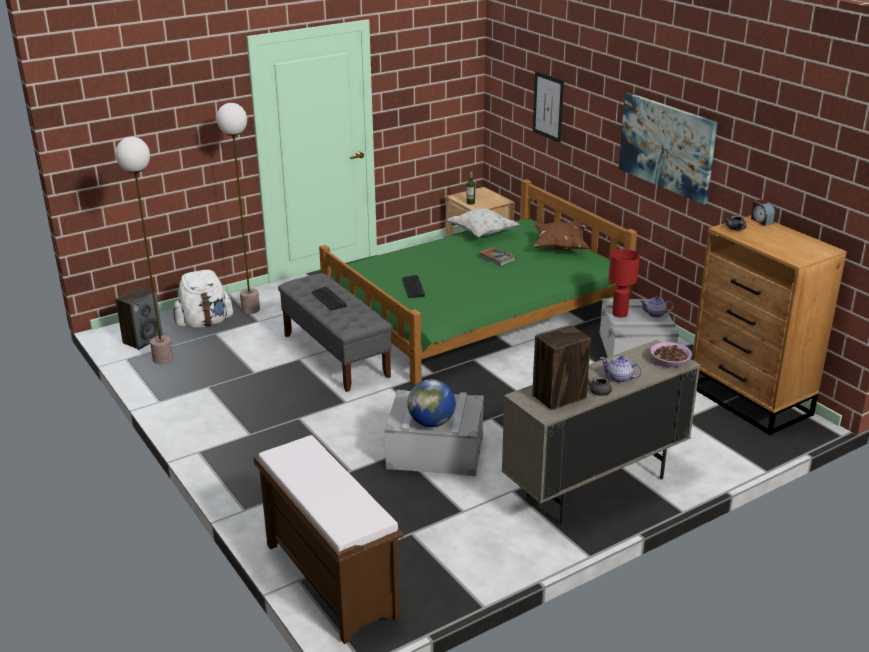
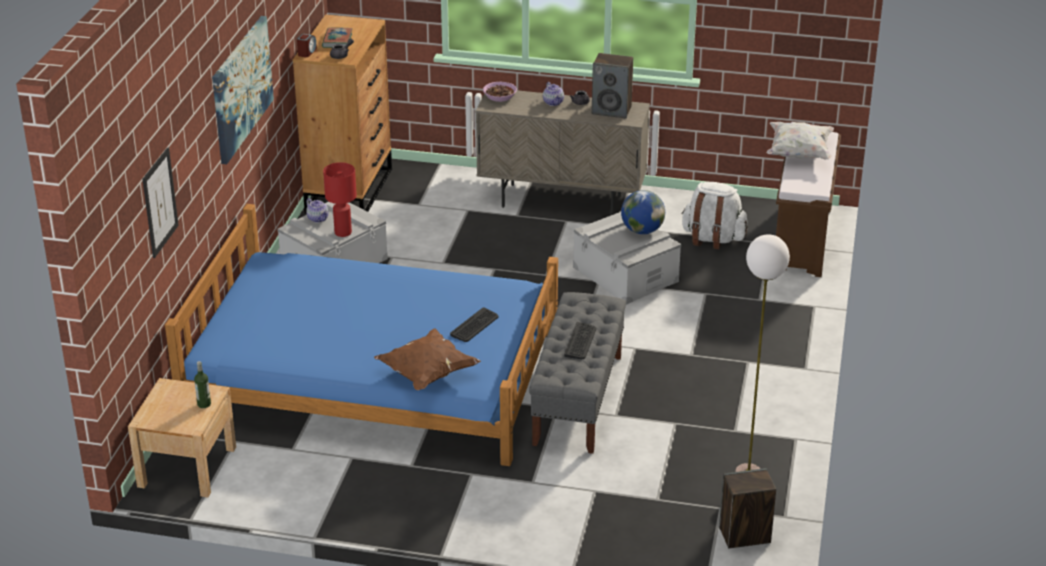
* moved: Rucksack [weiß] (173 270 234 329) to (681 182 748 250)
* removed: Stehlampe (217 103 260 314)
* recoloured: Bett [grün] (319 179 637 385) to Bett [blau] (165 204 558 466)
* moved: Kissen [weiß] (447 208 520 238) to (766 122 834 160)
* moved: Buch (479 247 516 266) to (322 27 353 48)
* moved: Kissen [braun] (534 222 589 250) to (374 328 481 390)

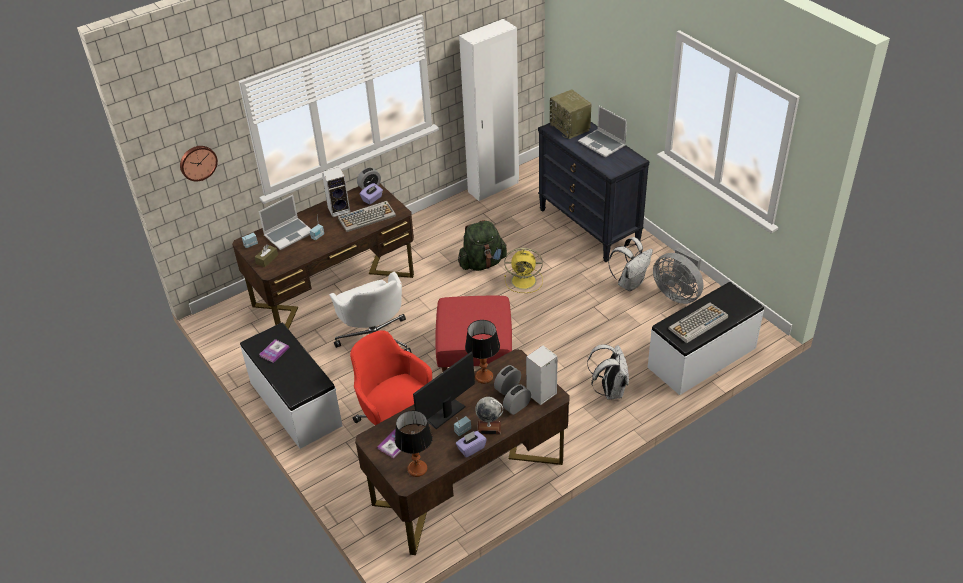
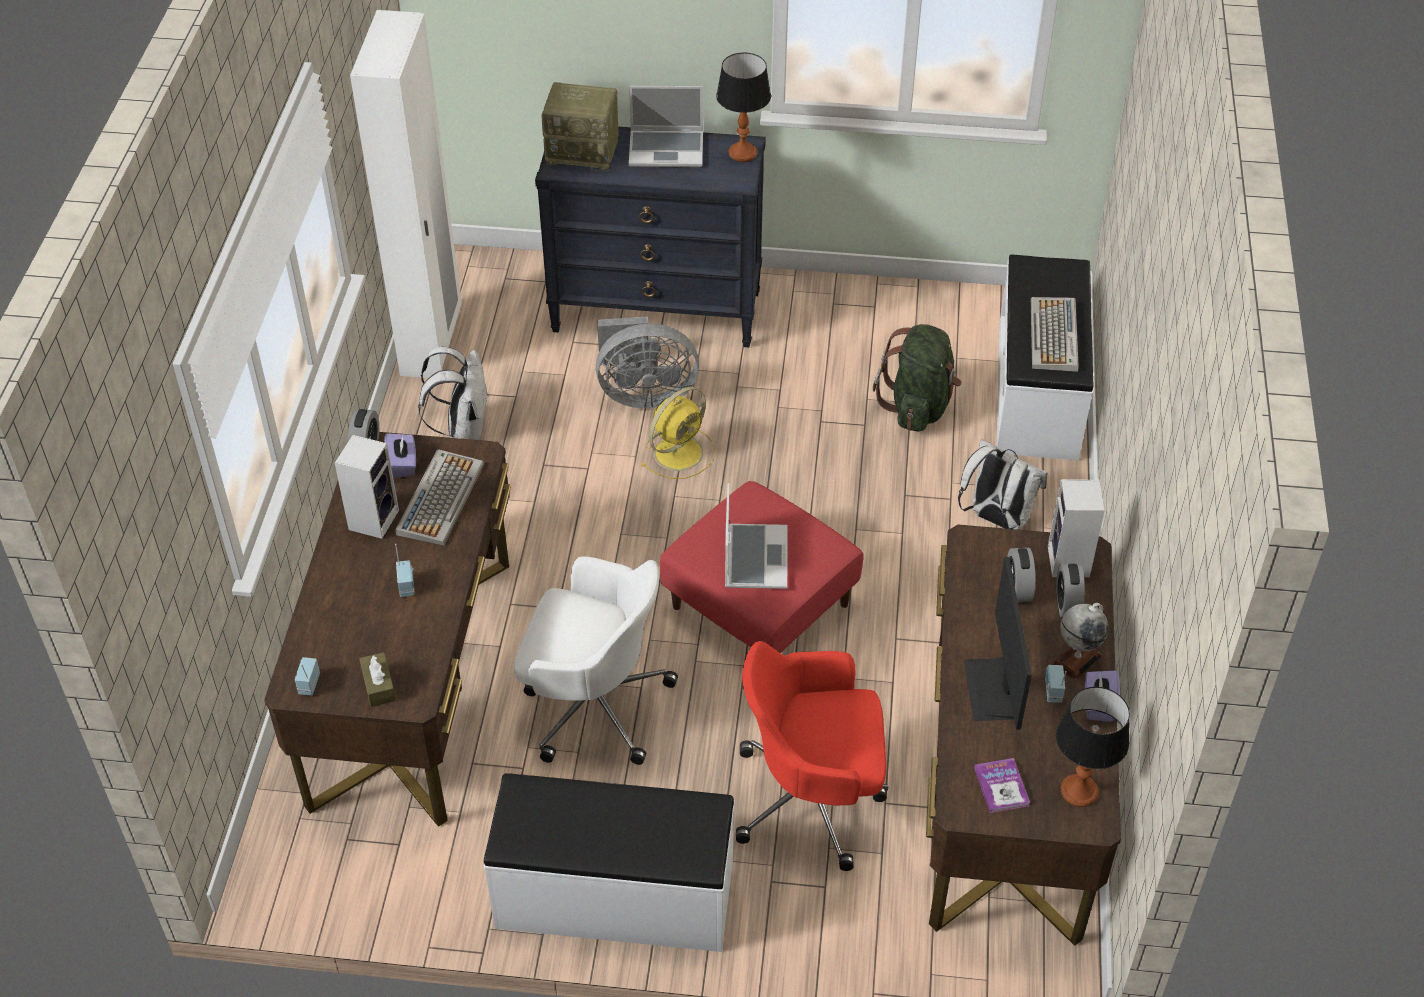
* removed: Wanduhr (180 146 218 182)
* moved: Laptop (259 195 311 250) to (725 483 787 589)
* removed: Buch (259 339 290 363)
* moved: Rucksack [grün] (458 220 507 271) to (873 324 962 431)
* moved: Tischlampe (465 320 500 384) to (716 53 771 162)
* moved: Rucksack [weiß] (608 237 653 291) to (418 346 489 440)
* moved: Ventilator [grau] (653 247 704 304) to (596 317 699 408)

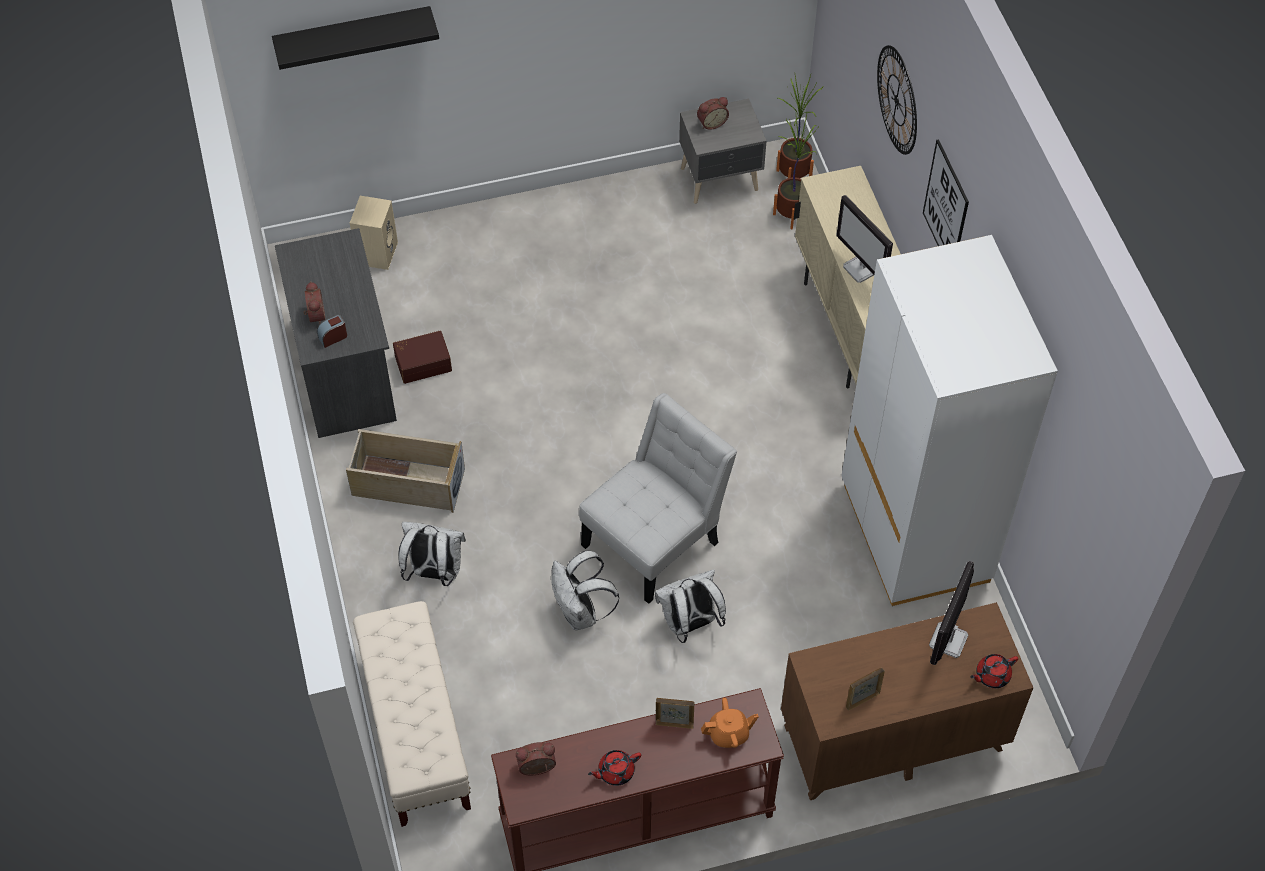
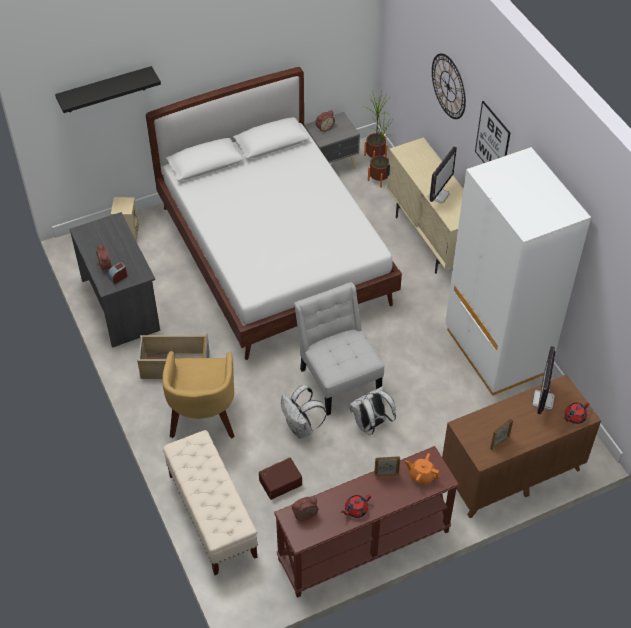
* moved: Aufbewahrungsbox [braun] (393 330 452 384) to (259 457 302 500)
* replaced: Rucksack [weiß] (398 522 466 586) to Sessel [gelb] (162 351 235 438)
* turned: Stuhl [weiß] (579 393 737 604) = (294 282 384 416) 60 degrees counterclockwise
* turned: Teekanne [orange] (701 698 759 748) = (405 453 440 485) 135 degrees counterclockwise
* turned: Monitor (836 195 893 283) = (427 146 457 203) 105 degrees counterclockwise
* added: Bett [weiß] (146 67 402 360)

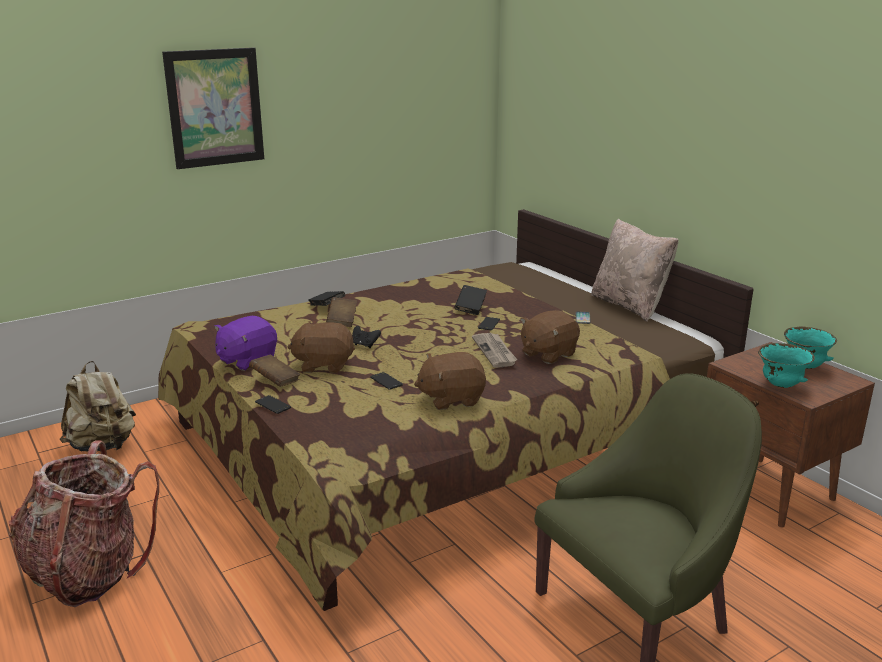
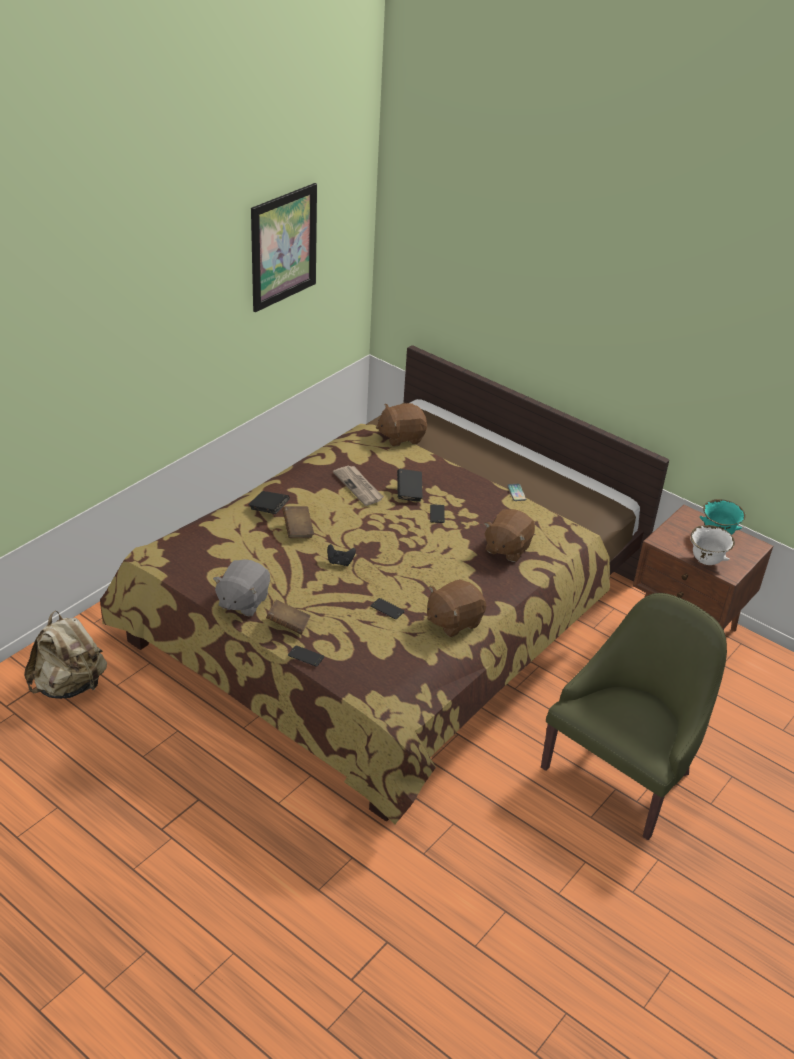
* removed: Rucksack (9 440 159 607)
* moved: Bild (162 47 264 169) to (251 183 317 312)
* recoloured: Plüschtier [lila] (214 316 277 371) to Plüschtier [grau] (213 559 270 616)
* moved: Plüschtier [braun] (288 321 355 373) to (376 403 427 447)
* moved: Zeitung (472 333 518 368) to (333 466 384 506)
* removed: Kissen [beige] (591 219 678 322)
* recoloured: Schüssel [türkis] (758 343 815 388) to Schüssel [weiß] (691 525 735 565)

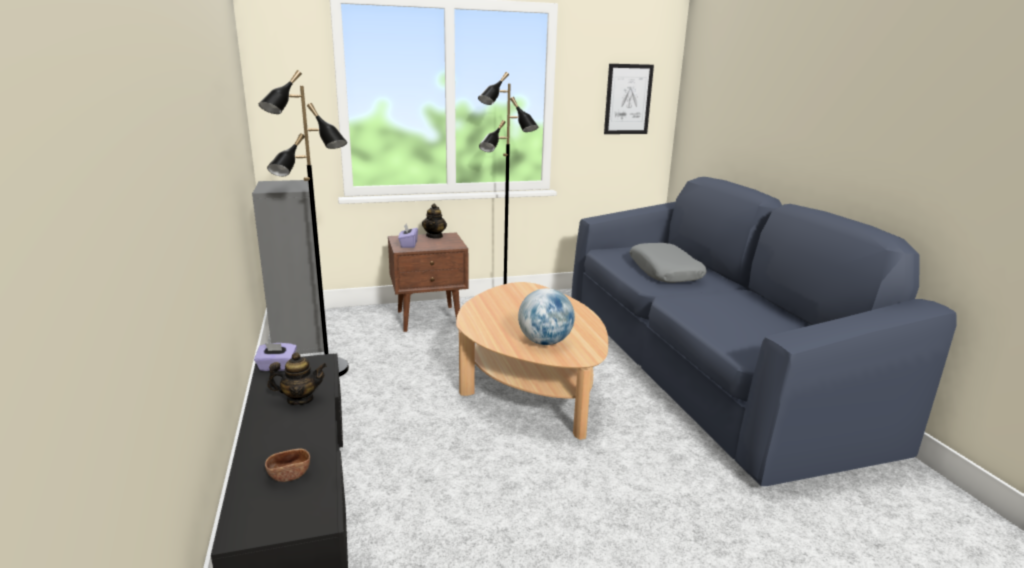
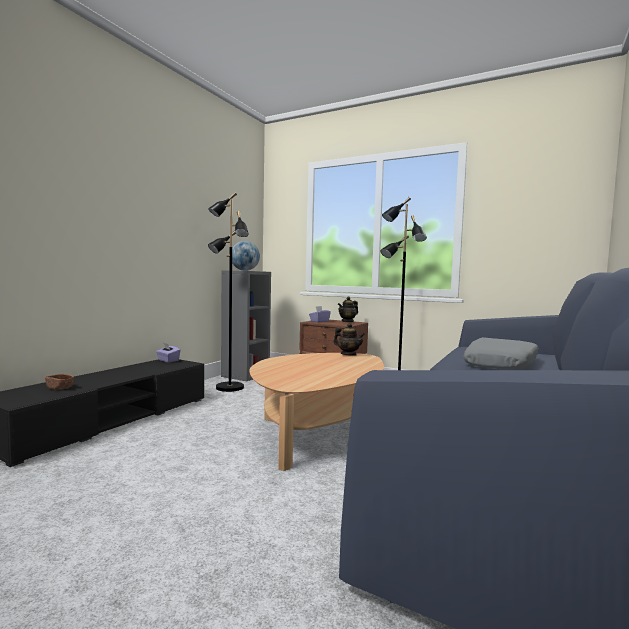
* moved: Teekanne (268 352 327 405) to (334 323 365 356)
* moved: Globus (518 288 575 345) to (232 241 260 271)
* removed: Bild (604 64 654 134)

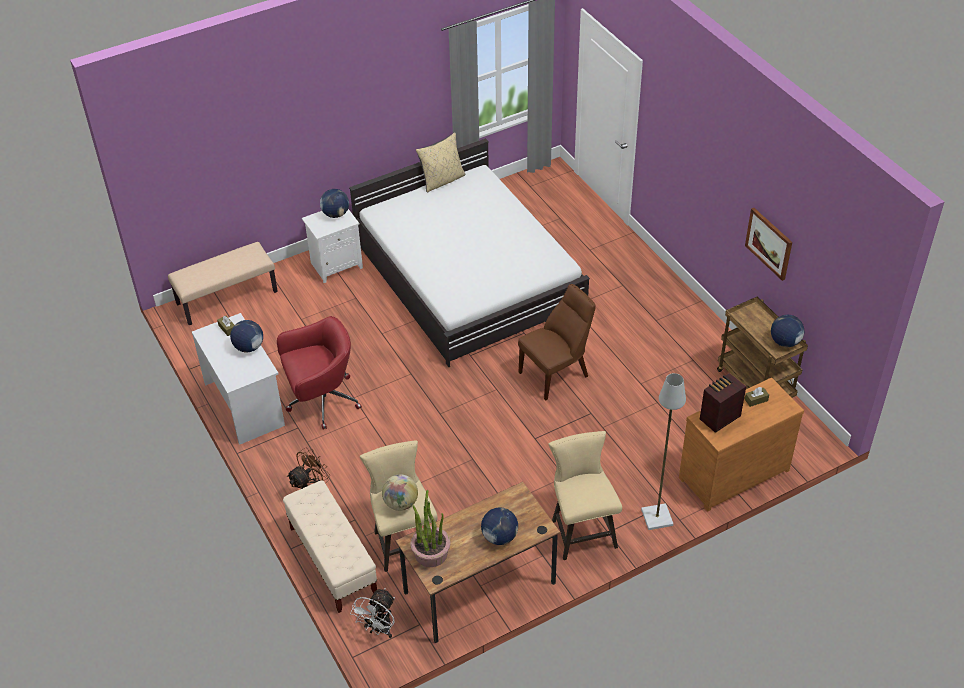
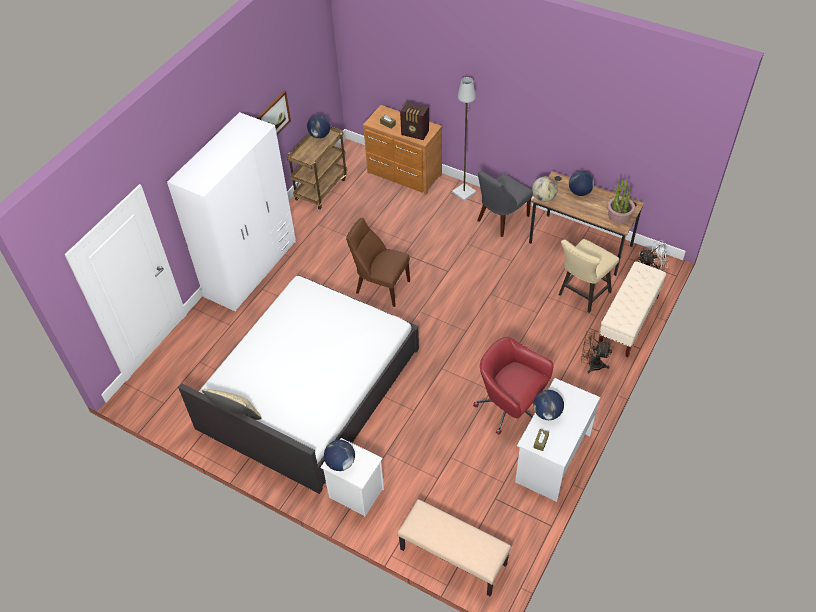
* moved: Globus (382 474 418 511) to (532 177 558 202)
* replaced: Hocker [beige] (548 431 622 560) to Stuhl [grau] (477 170 533 237)
* added: Kleiderschrank [weiß] (167 112 296 312)

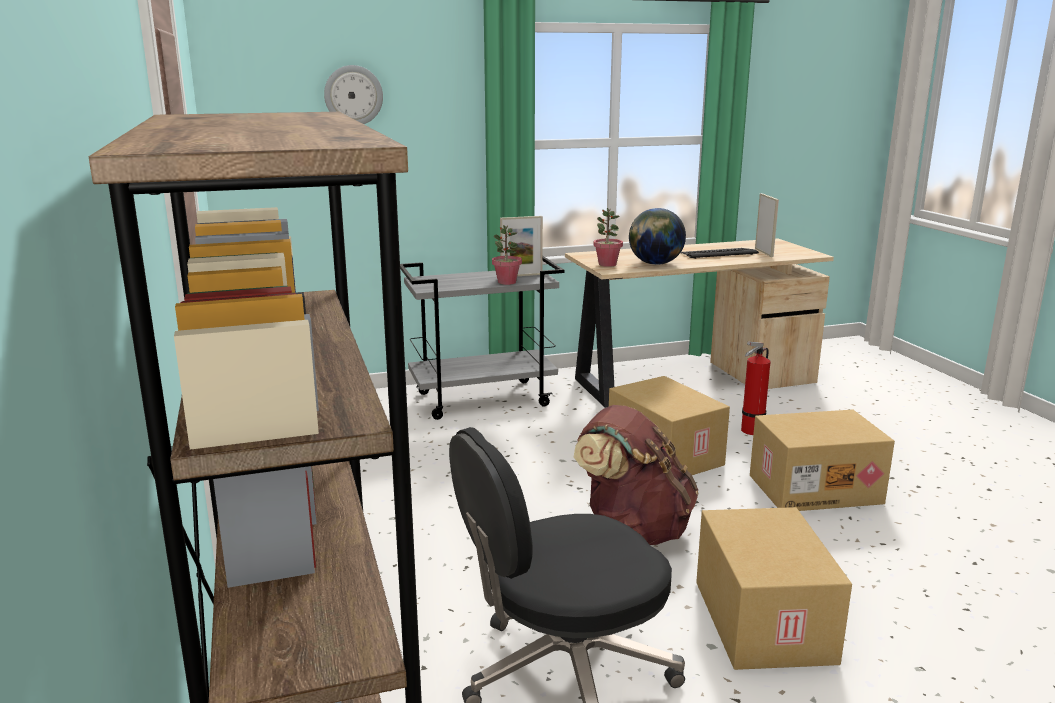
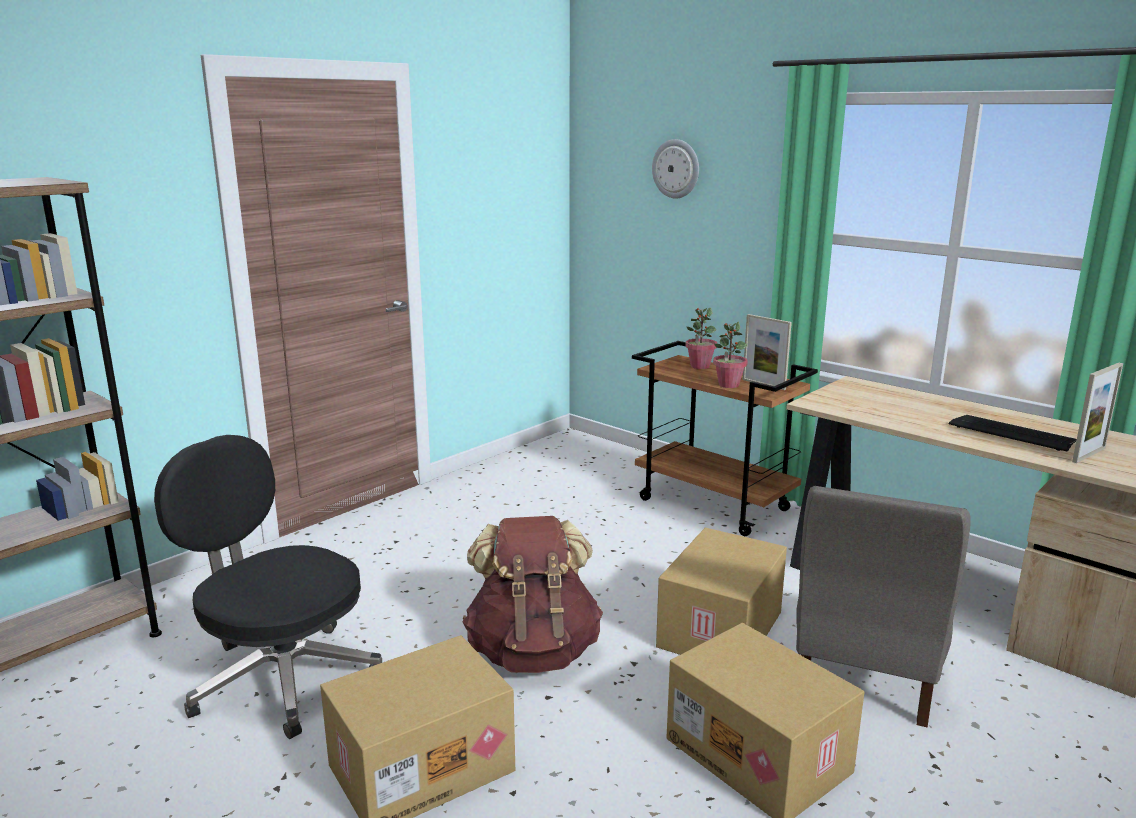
* recoloured: Rollwagen [grau] (400 256 564 420) to Rollwagen [braun] (632 341 818 536)
* moved: Topfpflanze (593 208 623 267) to (685 307 717 369)
* removed: Globus (629 208 686 265)
* replaced: Feuerlöscher (741 342 771 435) to Stuhl [grau] (796 486 971 728)

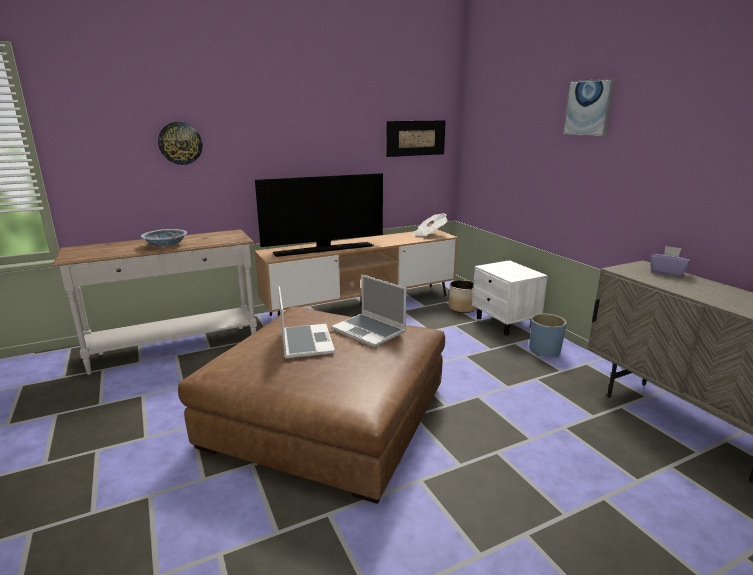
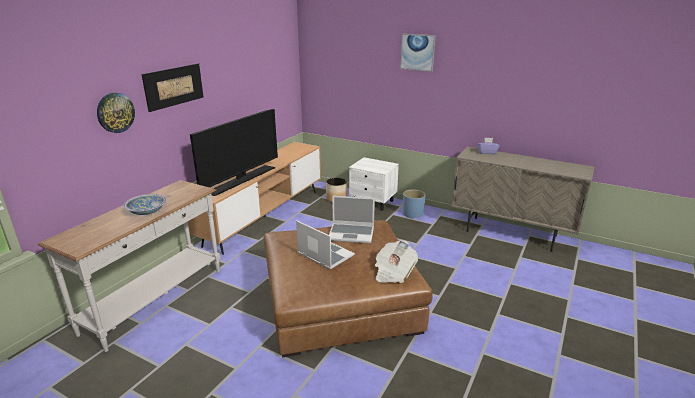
* moved: Bild (386 120 446 157) to (141 64 203 112)
* moved: Zeitung (412 213 448 237) to (375 240 418 283)

